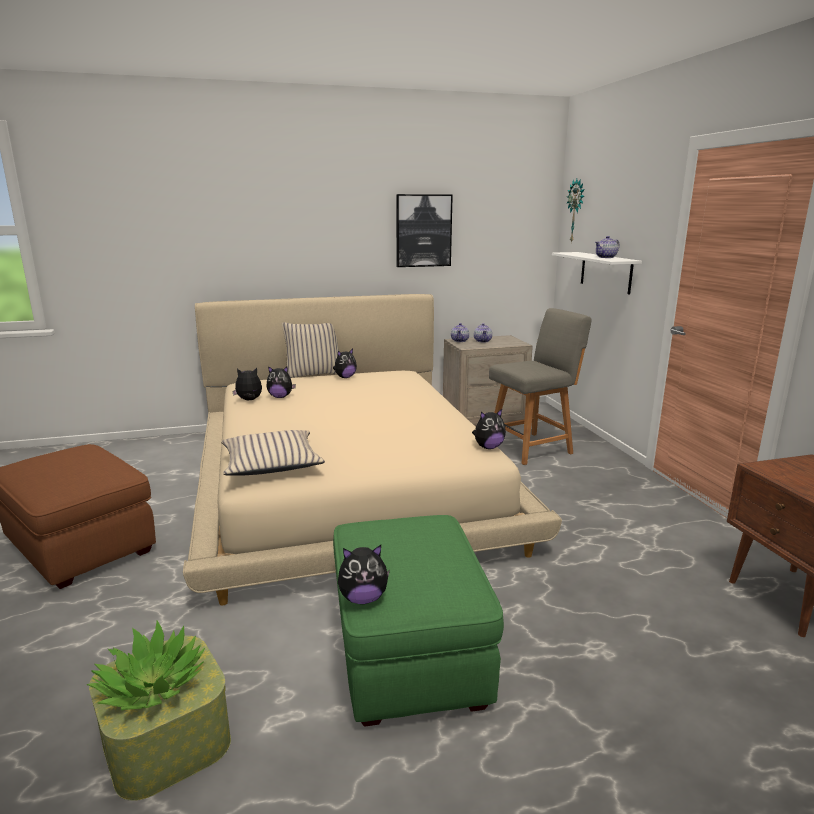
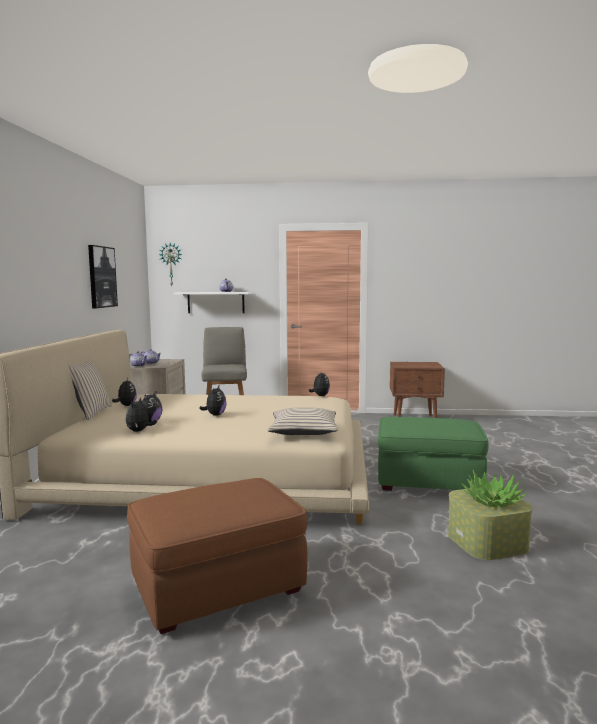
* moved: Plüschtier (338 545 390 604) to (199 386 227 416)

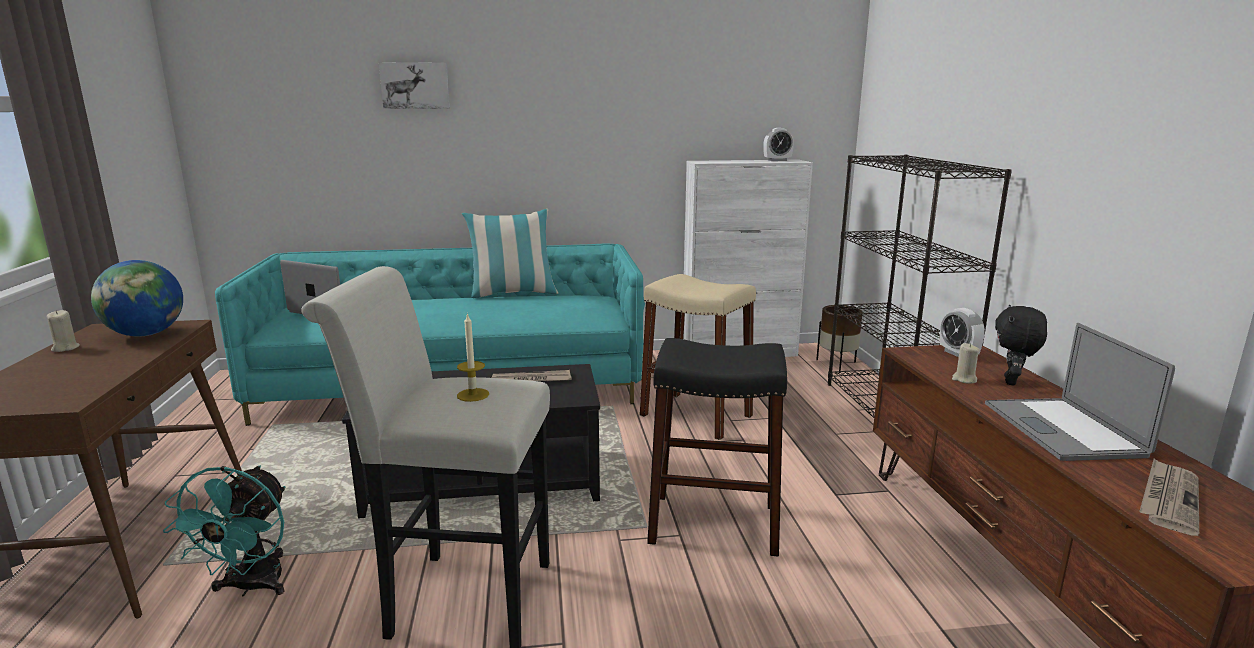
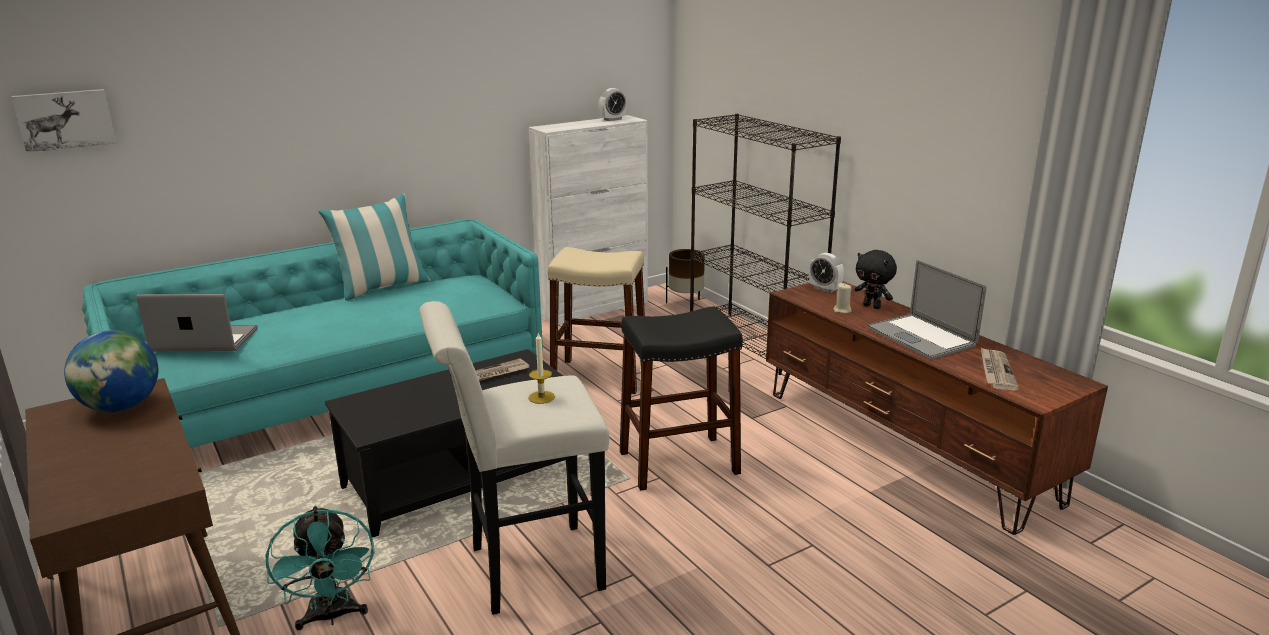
* removed: Kerze [beige] (47 310 80 352)
* moved: Bild (379 62 450 109) to (11 89 117 153)
* turned: Plüschtier [schwarz] (995 305 1047 385) = (855 250 897 309) 45 degrees counterclockwise

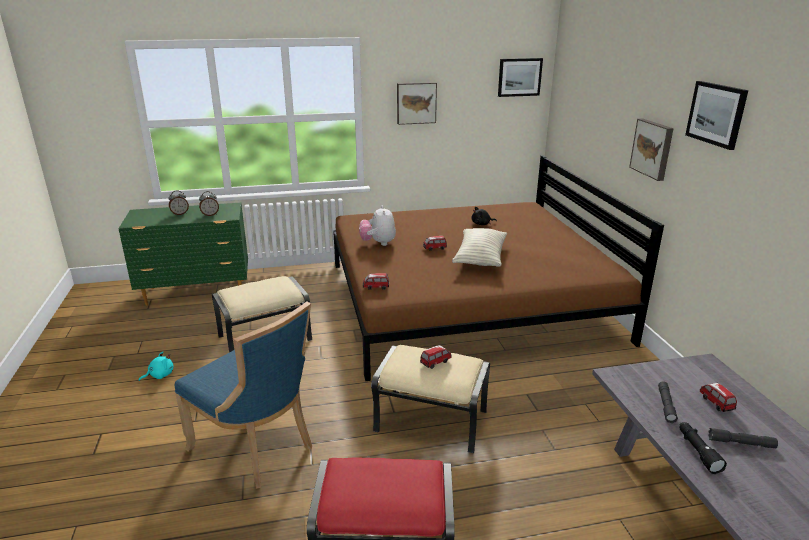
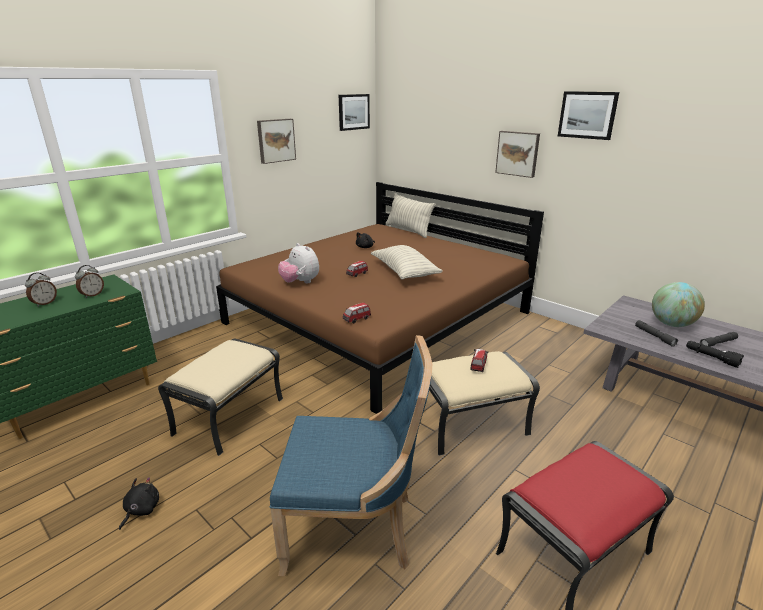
* recoloured: Plüschtier [türkis] (139 352 174 381) to Plüschtier [schwarz] (119 477 159 530)
* replaced: Spielzeugauto (700 383 737 412) to Globus (652 282 705 327)
* added: Kissen (386 193 435 238)

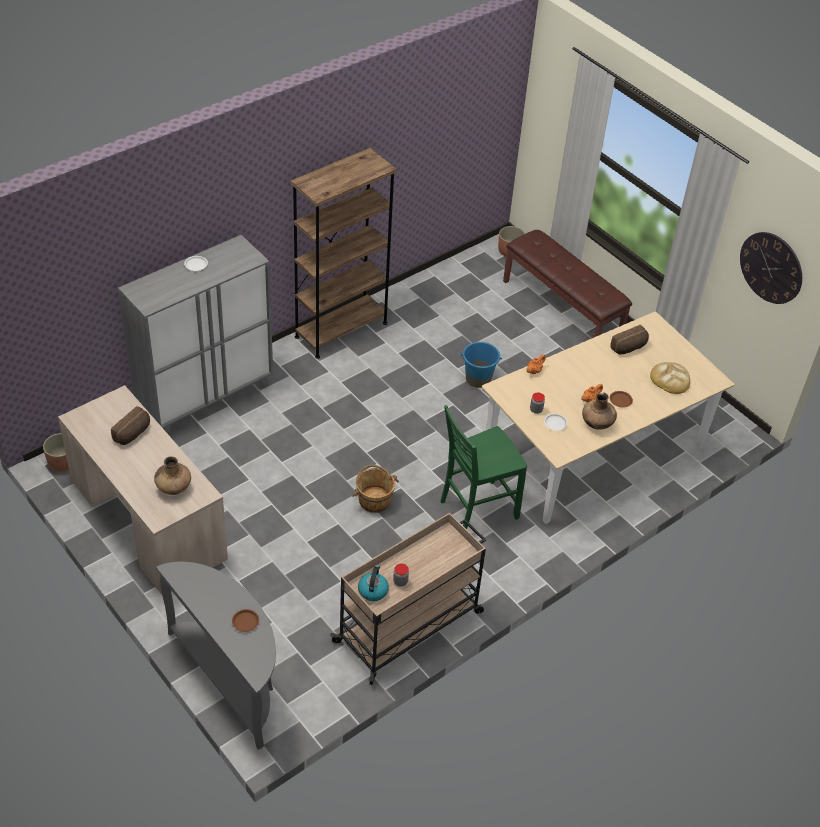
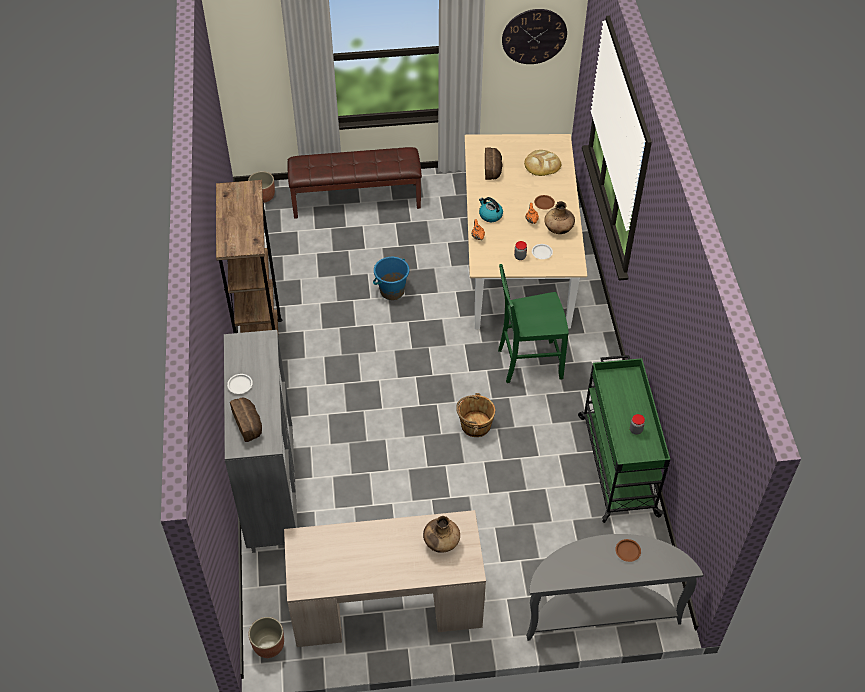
* moved: Brot (111 406 150 445) to (230 398 262 442)
* recoloured: Rollwagen [beige] (330 513 486 685) to Rollwagen [grün] (578 355 671 523)
* moved: Wasserkessel (358 565 389 601) to (479 197 503 222)
* turned: Stuhl [grün] (441 405 527 529) = (498 264 569 383) 75 degrees clockwise

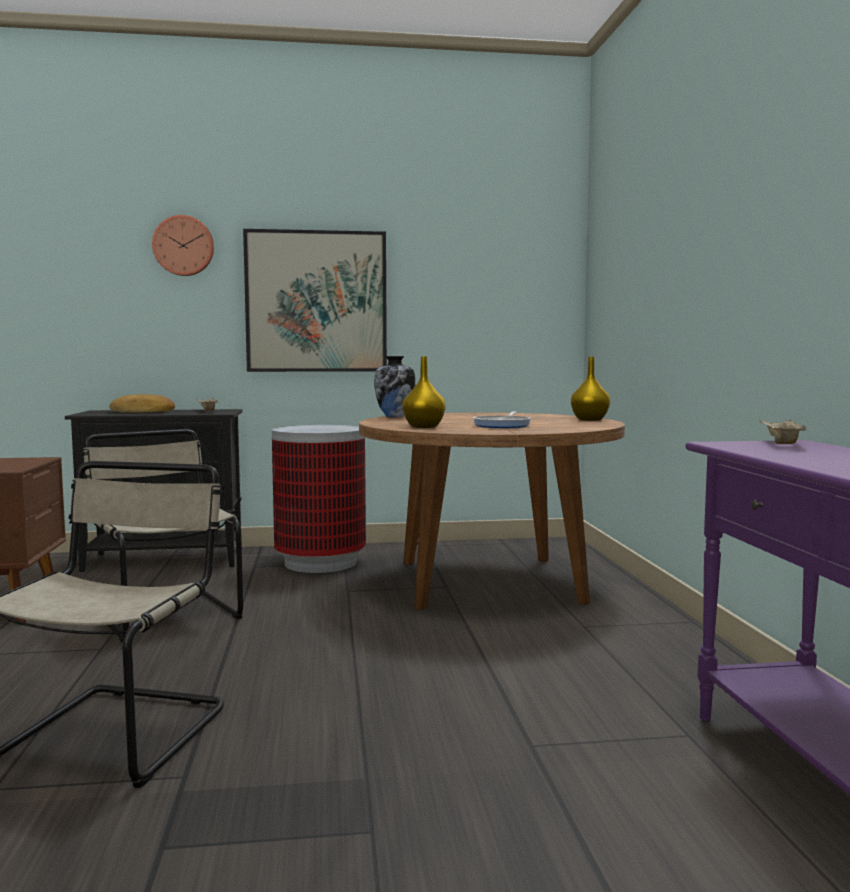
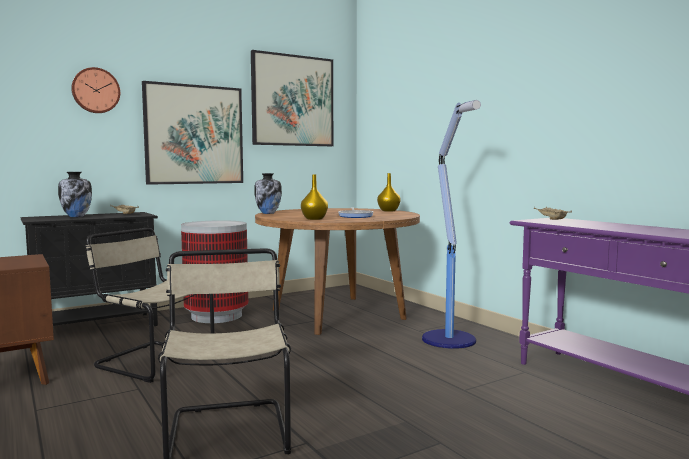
* replaced: Brot (109 394 175 413) to Vase (58 172 92 217)
* added: Bild (251 50 333 146)
* added: Stehlampe (422 100 481 349)

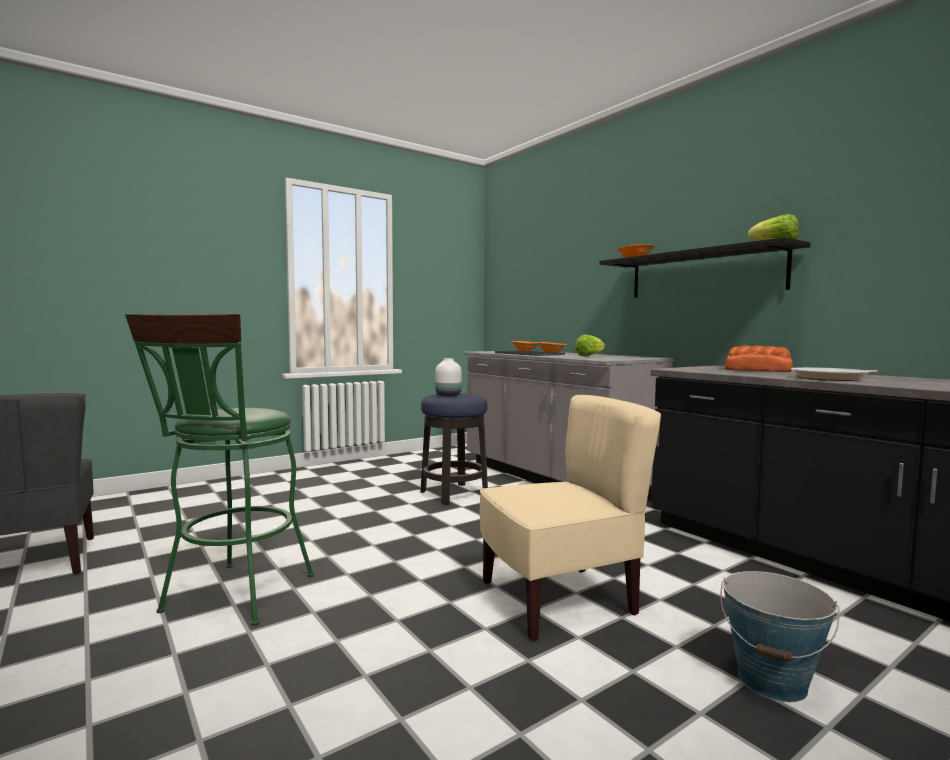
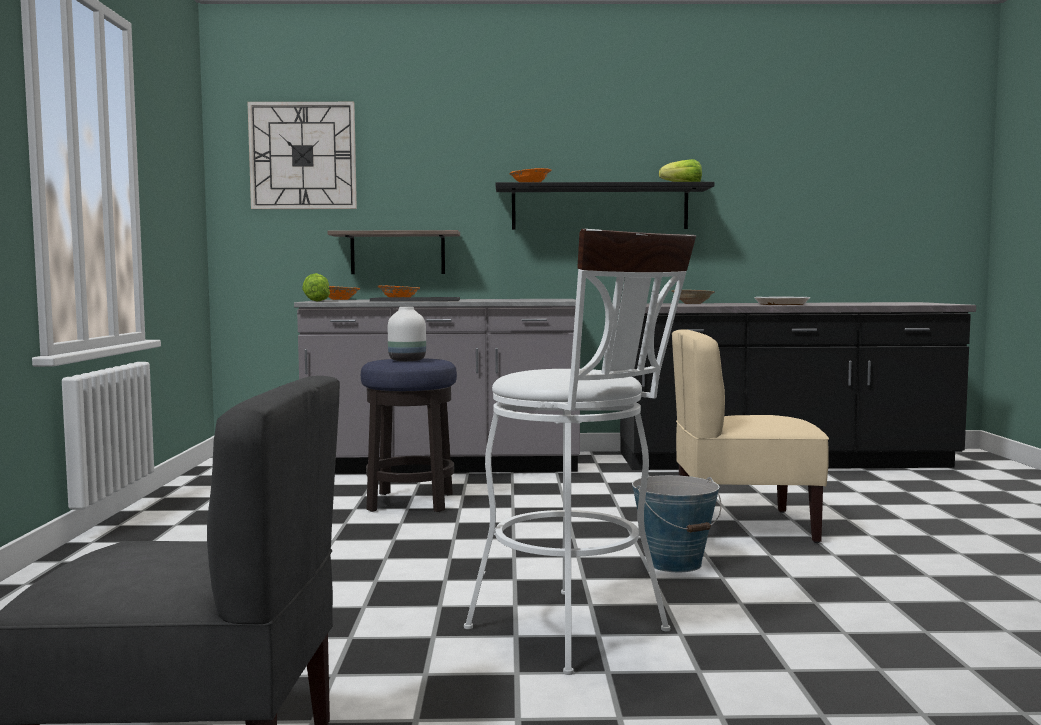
* recoloured: Hocker [grün] (125 314 314 626) to Hocker [weiß] (464 229 696 675)
* turned: Stuhl [beige] (480 395 661 641) = (672 329 829 543) 105 degrees counterclockwise
* moved: Salatkopf (575 334 605 356) to (302 273 330 302)
* moved: Eimer (720 571 839 702) to (632 475 722 572)
* replaced: Brot (725 345 793 372) to Schüssel [braun] (671 290 715 304)
* added: Wanduhr (247 102 357 209)
* added: Wandregal (327 230 460 274)

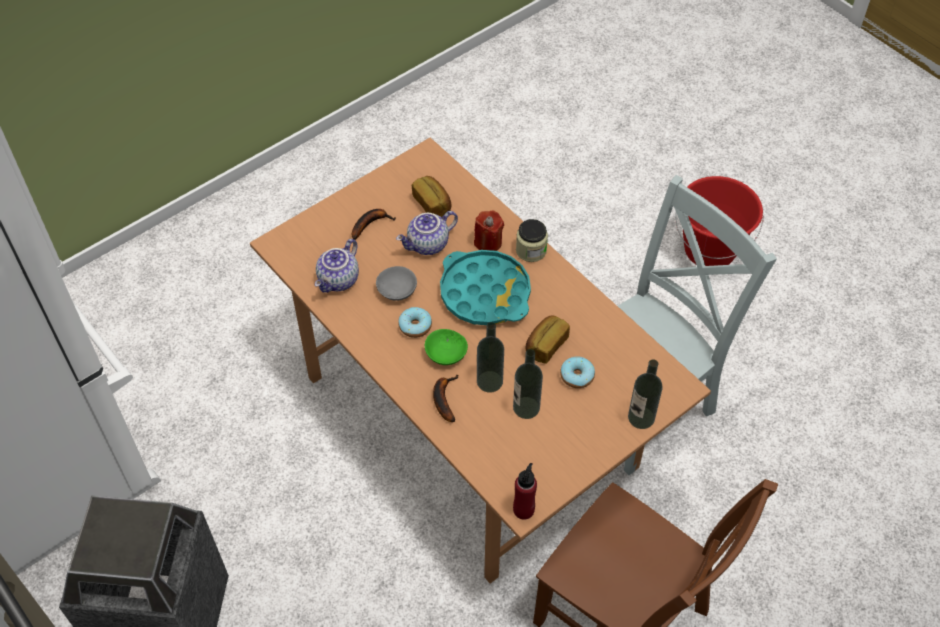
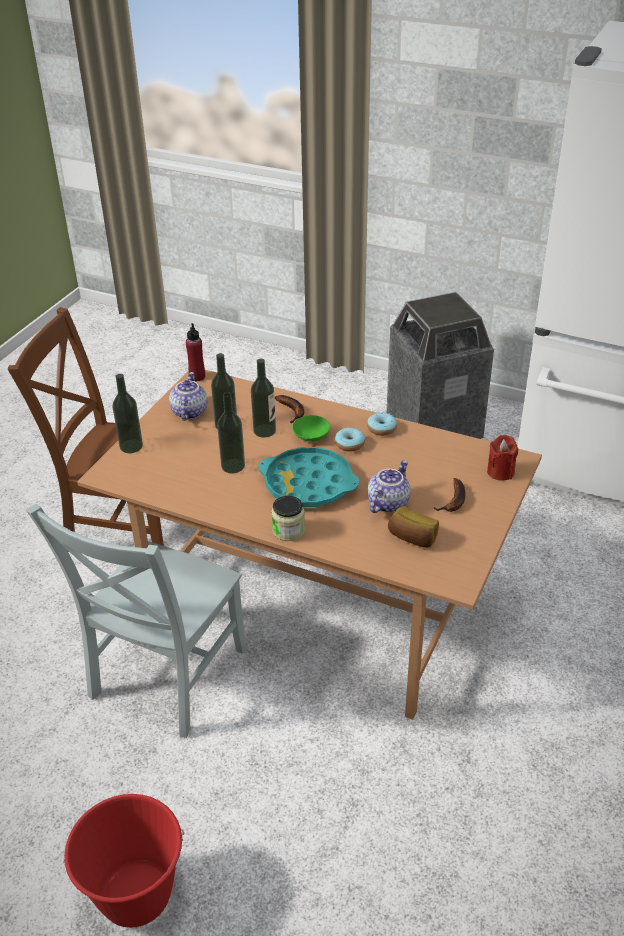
* moved: Teekanne (315 239 359 293) to (169 372 207 421)
* removed: Schüssel [grau] (376 266 417 301)
* moved: Kerze [rot] (474 210 504 251) to (487 435 518 481)
* replaced: Brot (525 315 570 364) to Flasche (217 392 245 473)
* moved: Donut (560 357 595 388) to (367 413 397 436)

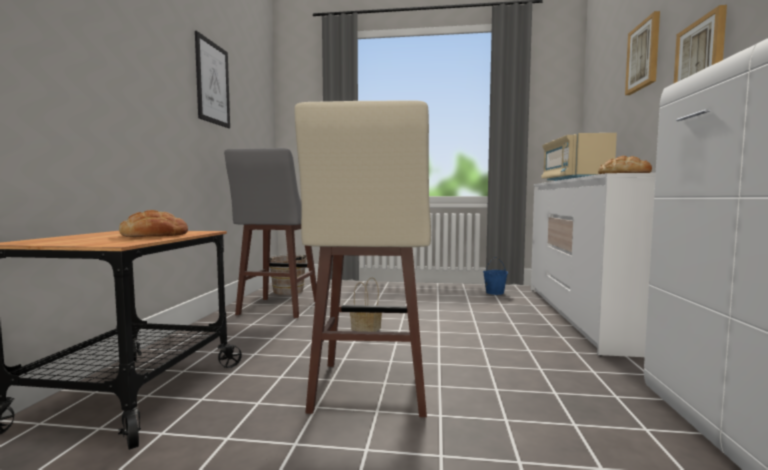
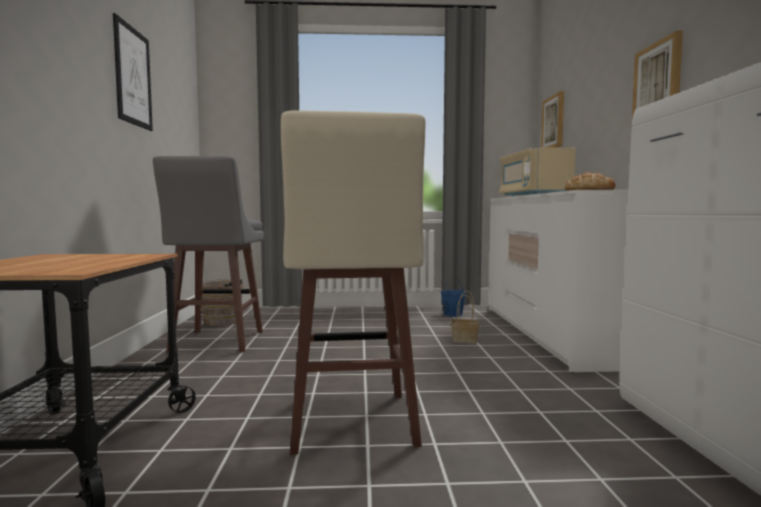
* removed: Brot (119 210 188 237)
* moved: Korb (350 277 382 332) to (452 291 479 344)
* moved: Bild (625 11 660 95) to (541 91 564 148)

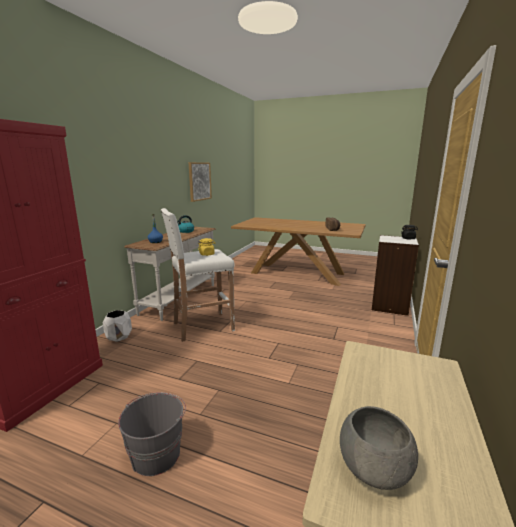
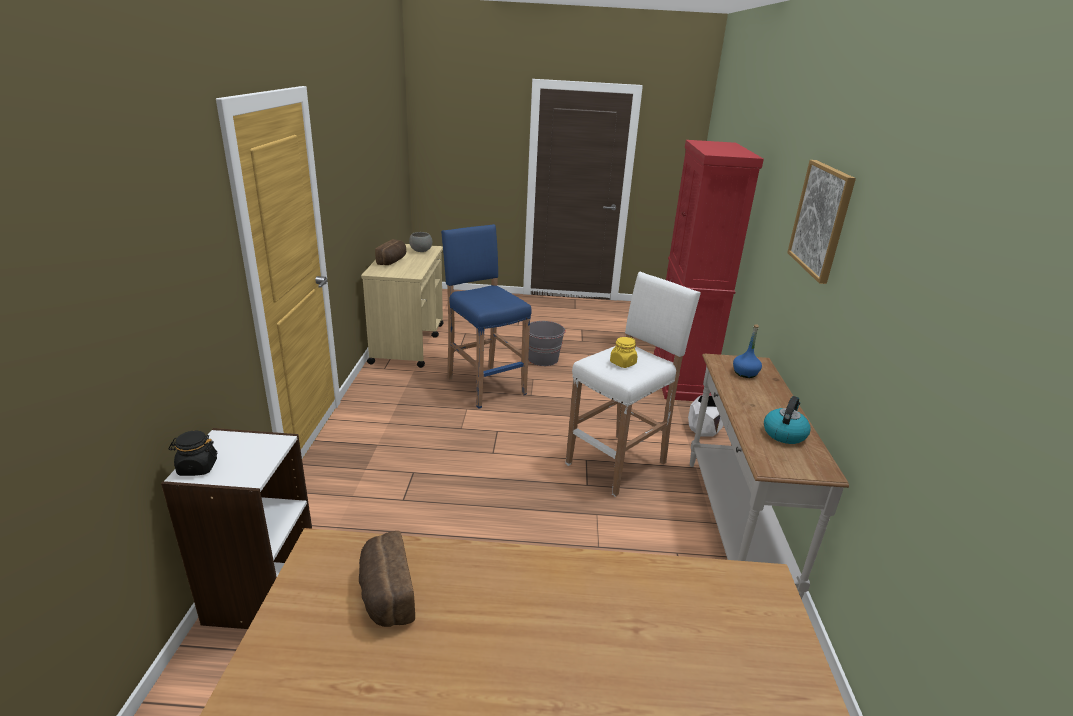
* moved: Bild (188 162 212 202) to (787 160 856 284)
* added: Brot (375 239 406 265)
* added: Hocker [blau] (441 224 532 409)

